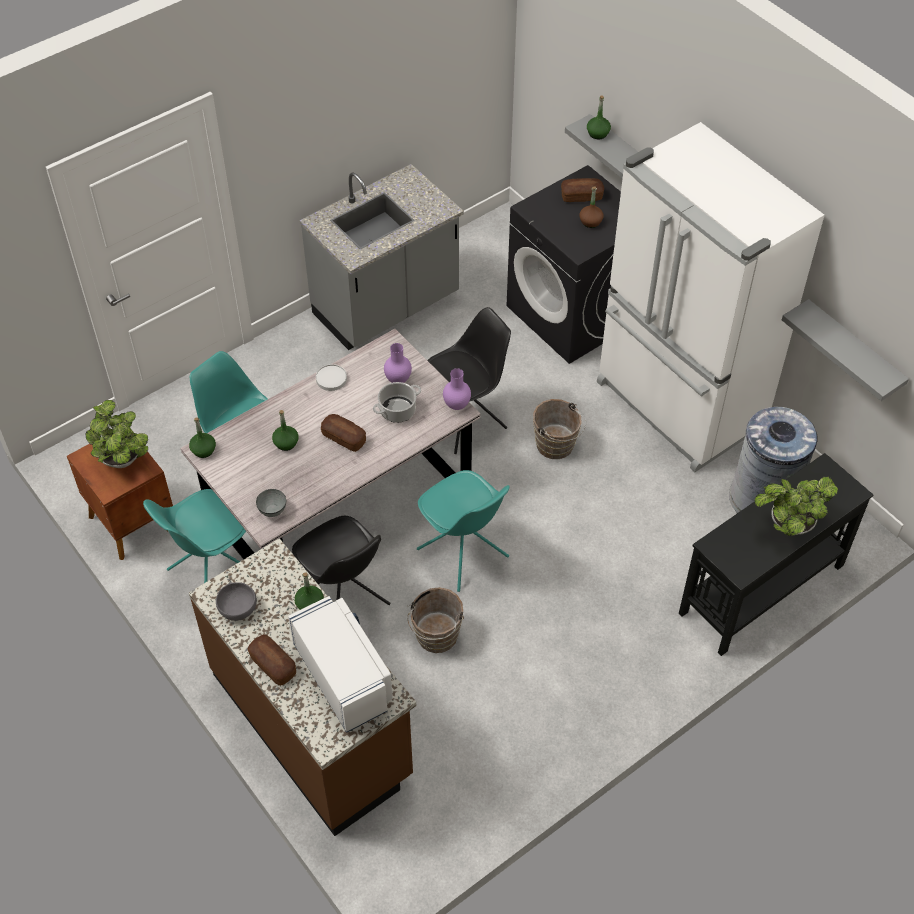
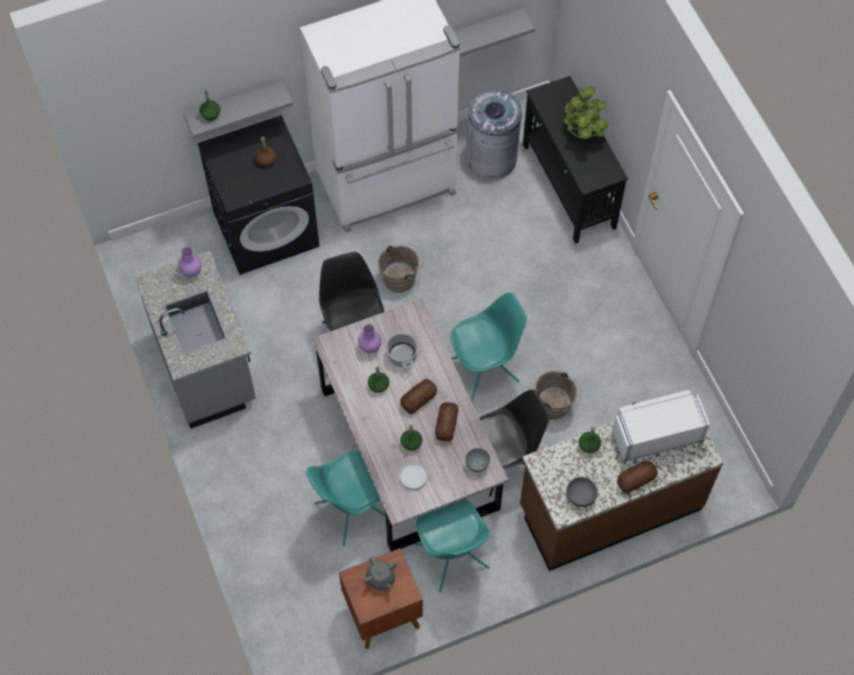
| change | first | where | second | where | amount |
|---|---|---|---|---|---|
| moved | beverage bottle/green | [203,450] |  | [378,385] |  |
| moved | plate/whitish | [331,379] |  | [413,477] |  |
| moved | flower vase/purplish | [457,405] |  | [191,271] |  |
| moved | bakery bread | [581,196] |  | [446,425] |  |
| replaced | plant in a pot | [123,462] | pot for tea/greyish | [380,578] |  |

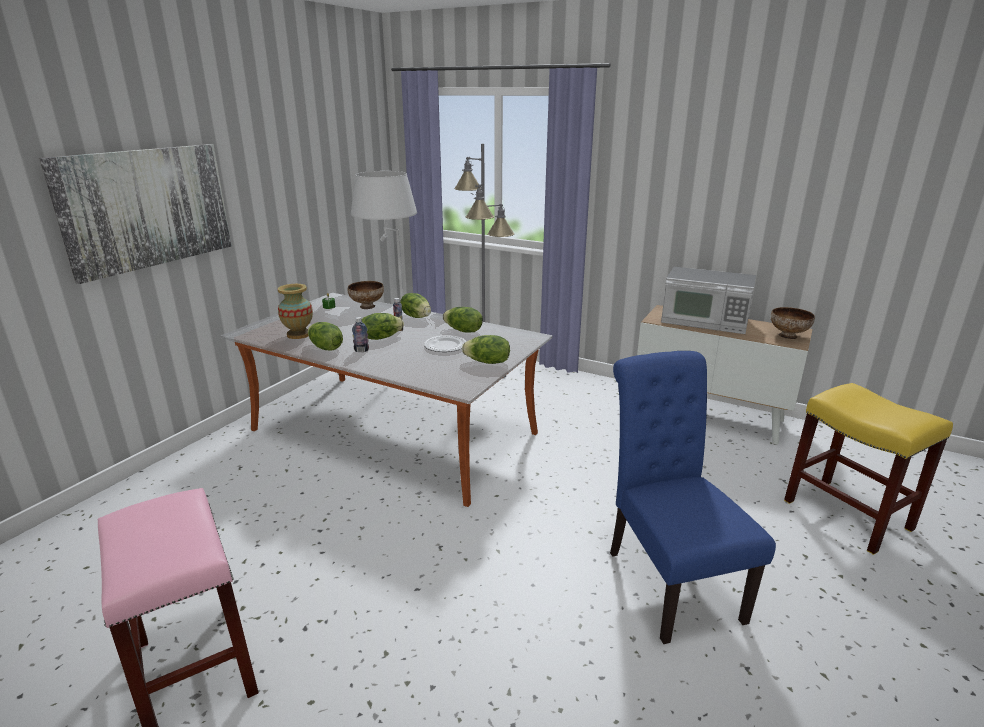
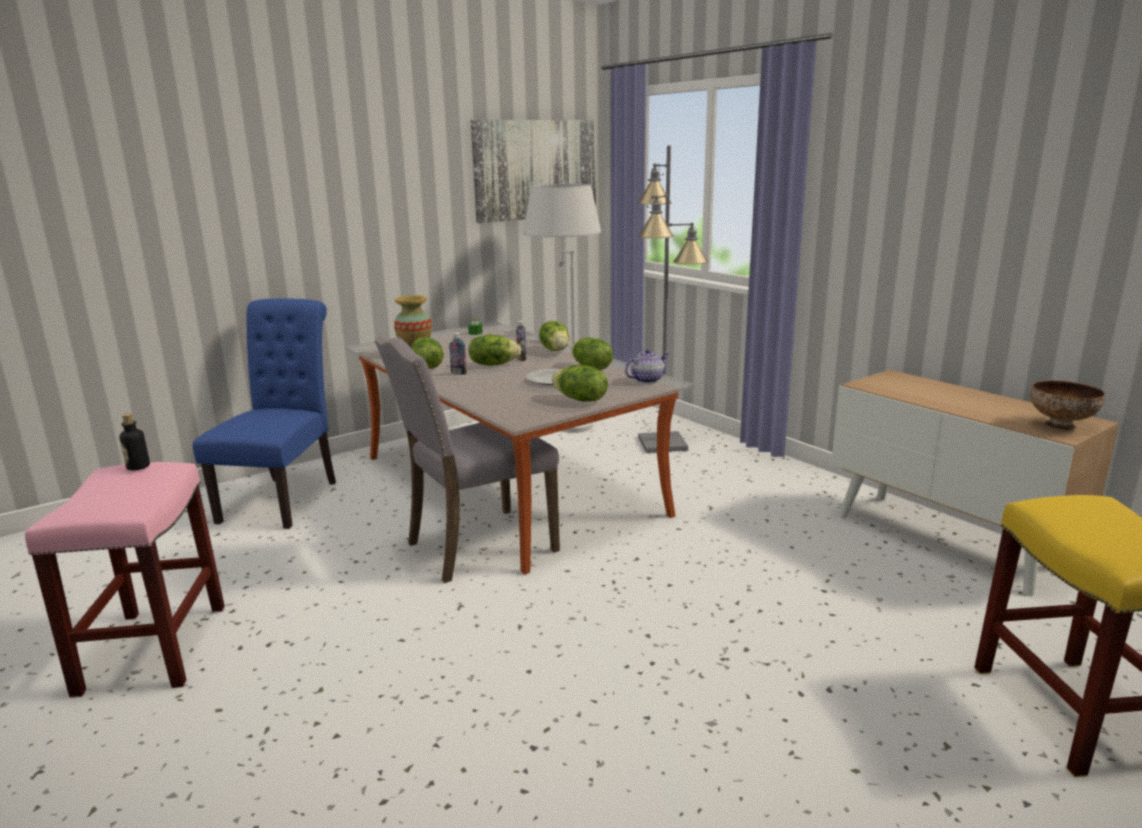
| change | first | where | second | where | amount |
|---|---|---|---|---|---|
| removed | serving bowl | [367,306] |  |  |  |
| removed | kitchen microwave | [705,321] |  |  |  |
| added |  |  | beverage bottle | [138,467] |  |
| added |  |  | chair/greyish | [477,546] |  |
| added |  |  | pot for tea | [646,380] |  |
| moved | wall art | [147,208] |  | [536,169] |  |
| moved | chair/bluish | [667,579] |  | [284,498] |  |

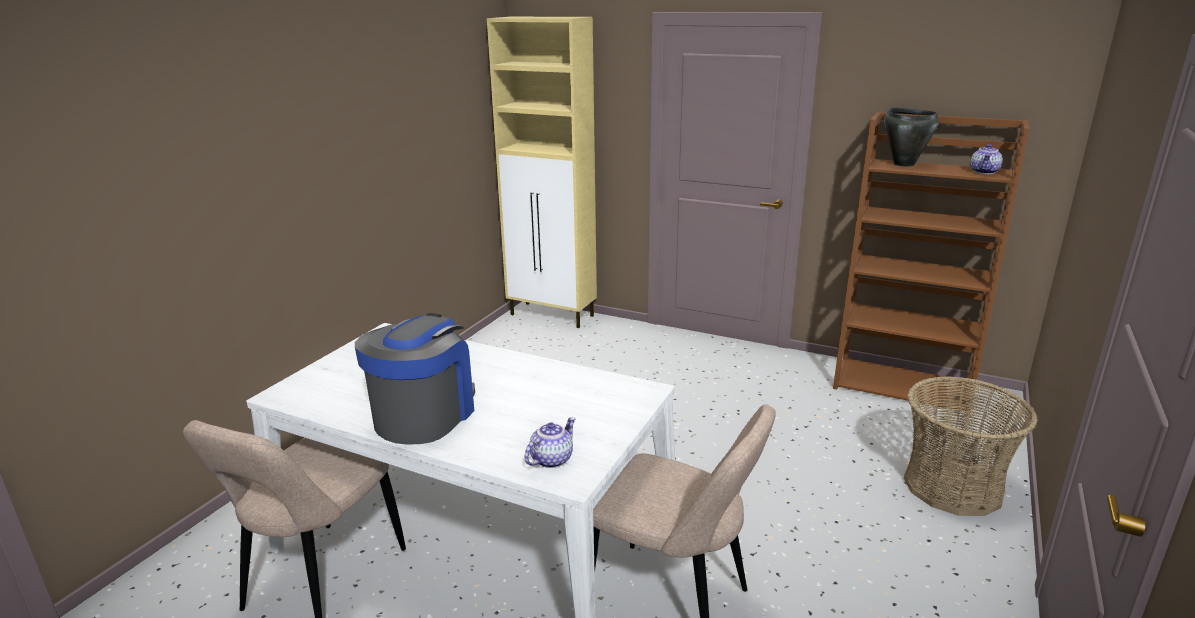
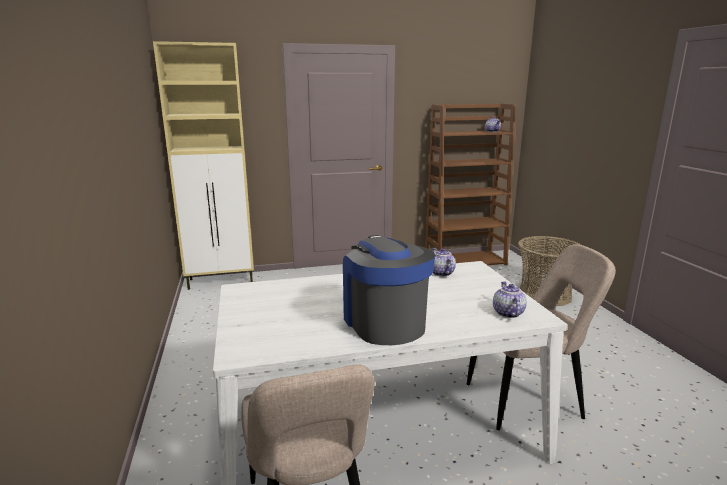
| change | first | where | second | where | amount |
|---|---|---|---|---|---|
| removed | cooking pot/blackish | [903,164] |  |  |  |
| added |  |  | pot for tea | [440,273] |  |

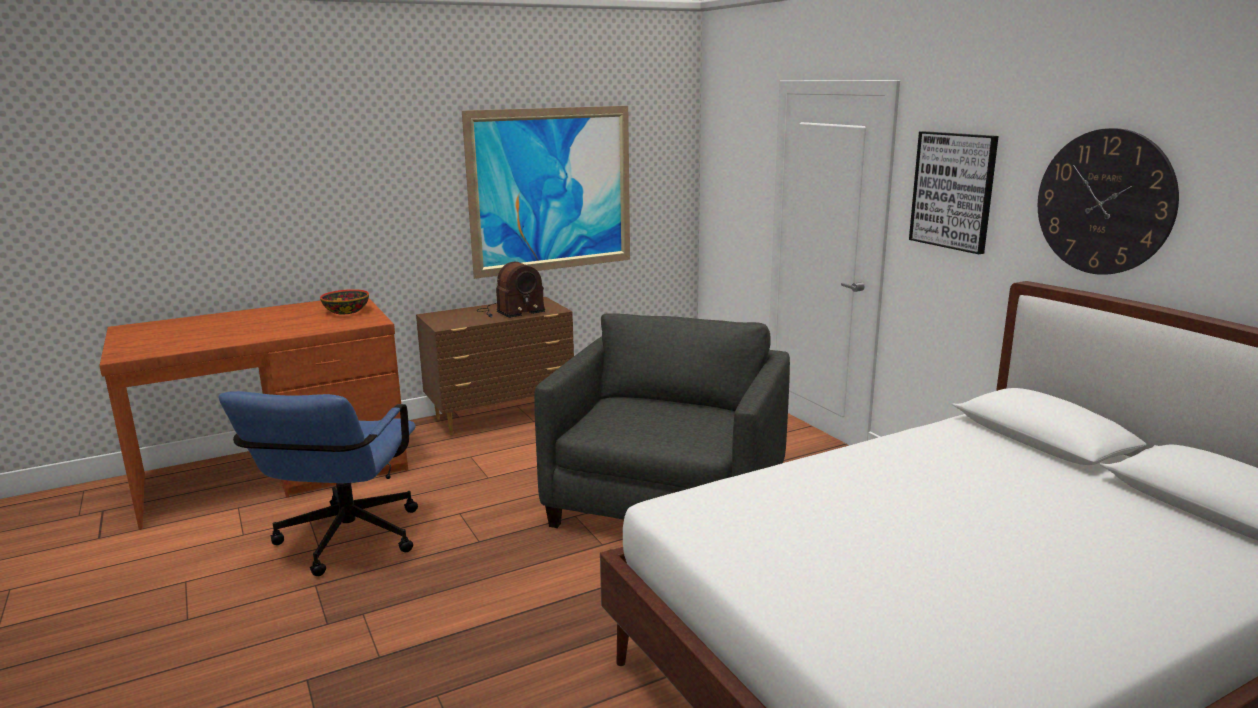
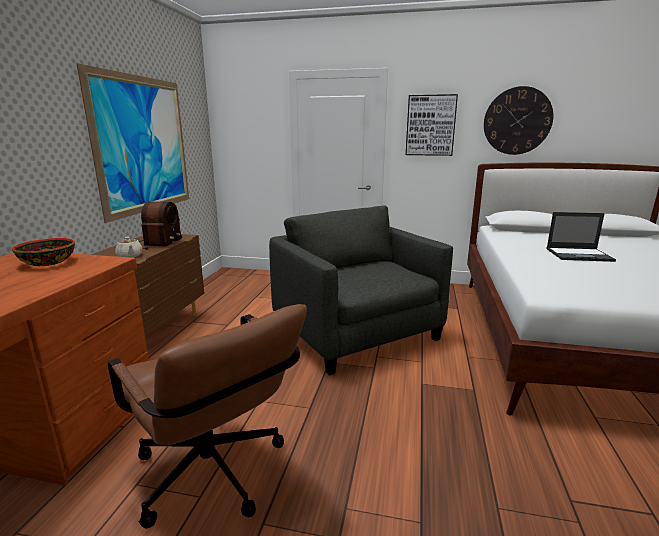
| change | first | where | second | where | amount |
|---|---|---|---|---|---|
| added |  |  | pot for tea/sand-coloured | [130,256] |  |
| added |  |  | portable computer | [579,255] |  |
| recoloured | computer chair/bluish | [343,544] | computer chair/brown | [216,478] |  |

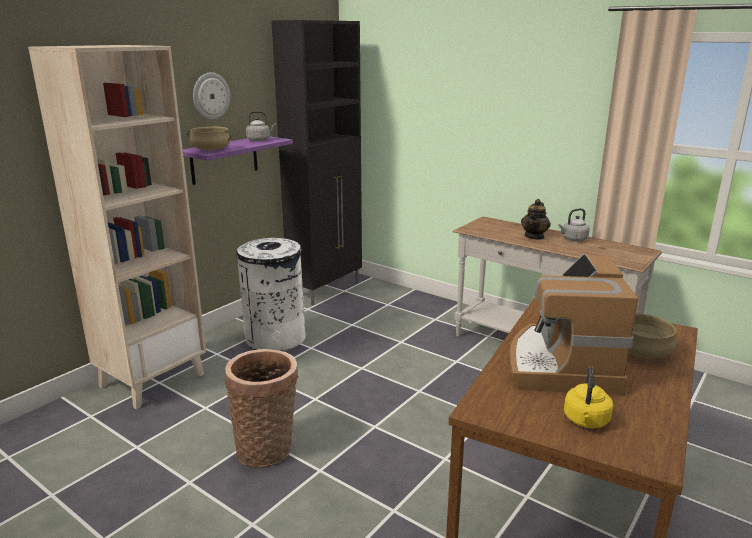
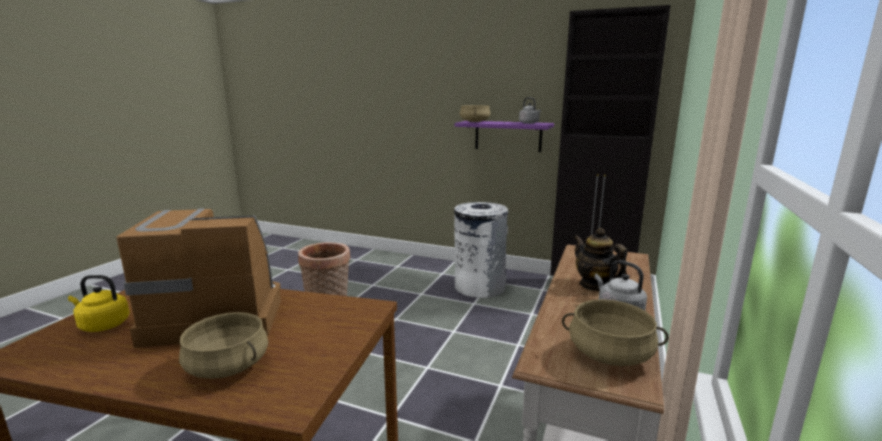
| change | first | where | second | where | amount |
|---|---|---|---|---|---|
| removed | bookshelf/sand-coloured | [152,379] |  |  |  |
| removed | hanging clock | [210,96] |  |  |  |
| added |  |  | cooking pot/sand-coloured | [609,354] |  |
| turned | pot for tea | [534,236] |  | [595,285] | 45 degrees clockwise |

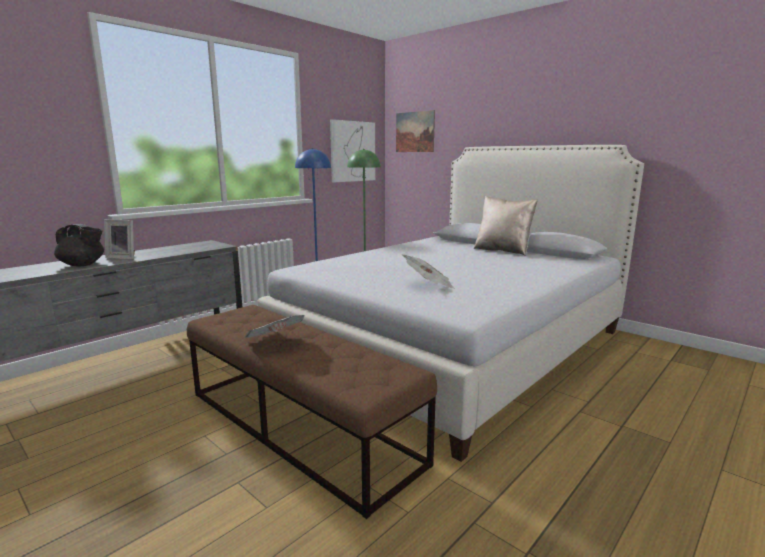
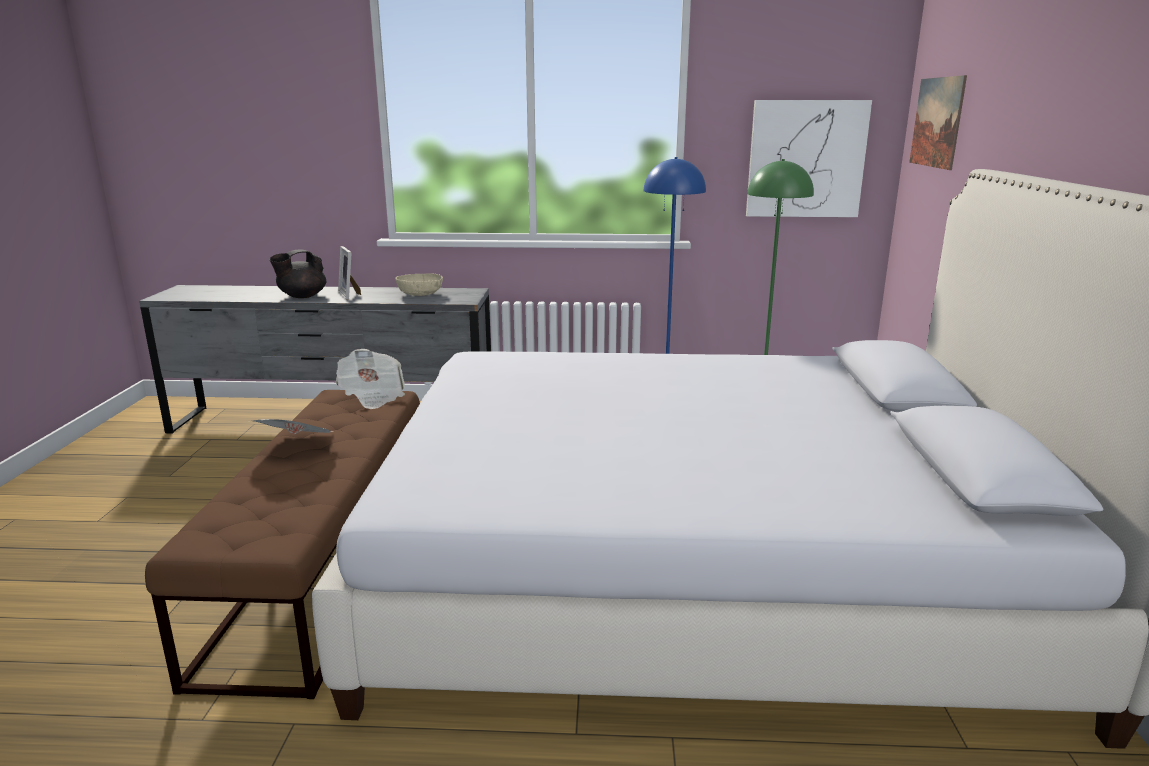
| change | first | where | second | where | amount |
|---|---|---|---|---|---|
| removed | pillow/sand-coloured | [503,250] |  |  |  |
| added |  |  | serving bowl/sand-coloured | [420,294] |  |
| moved | printed paper | [428,285] |  | [372,396] |  |
| turned | pot for tea/blackish | [83,265] |  | [302,296] | 75 degrees clockwise |

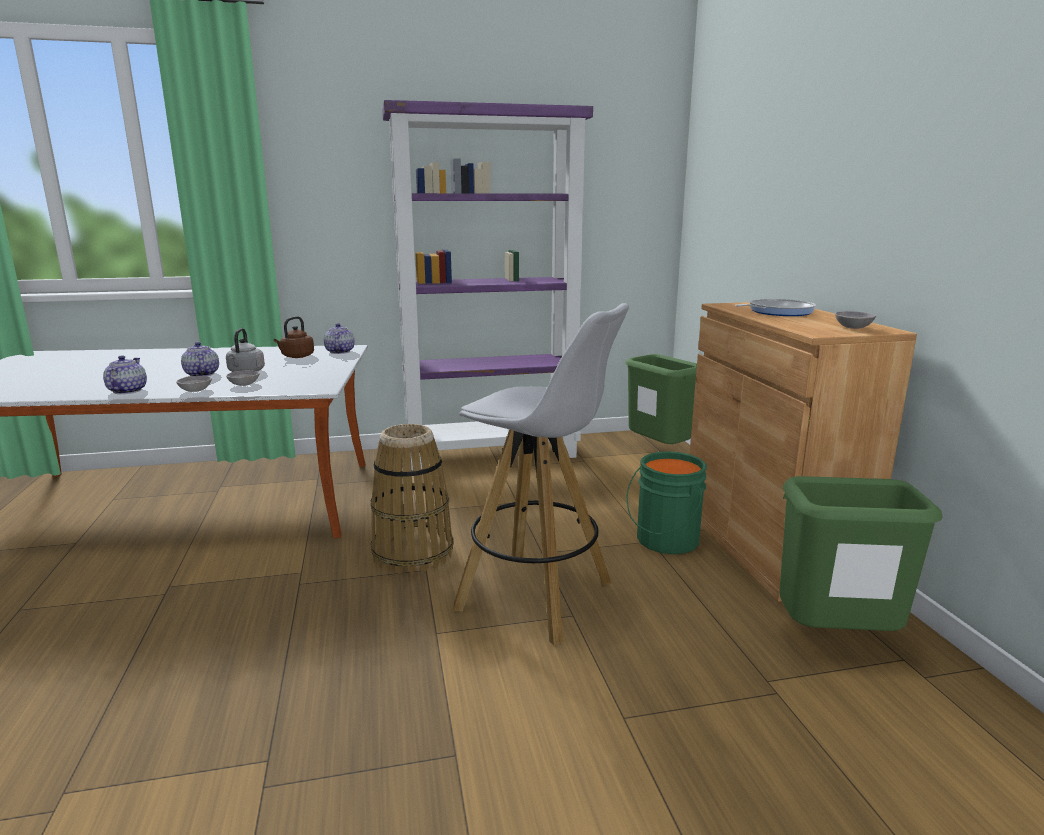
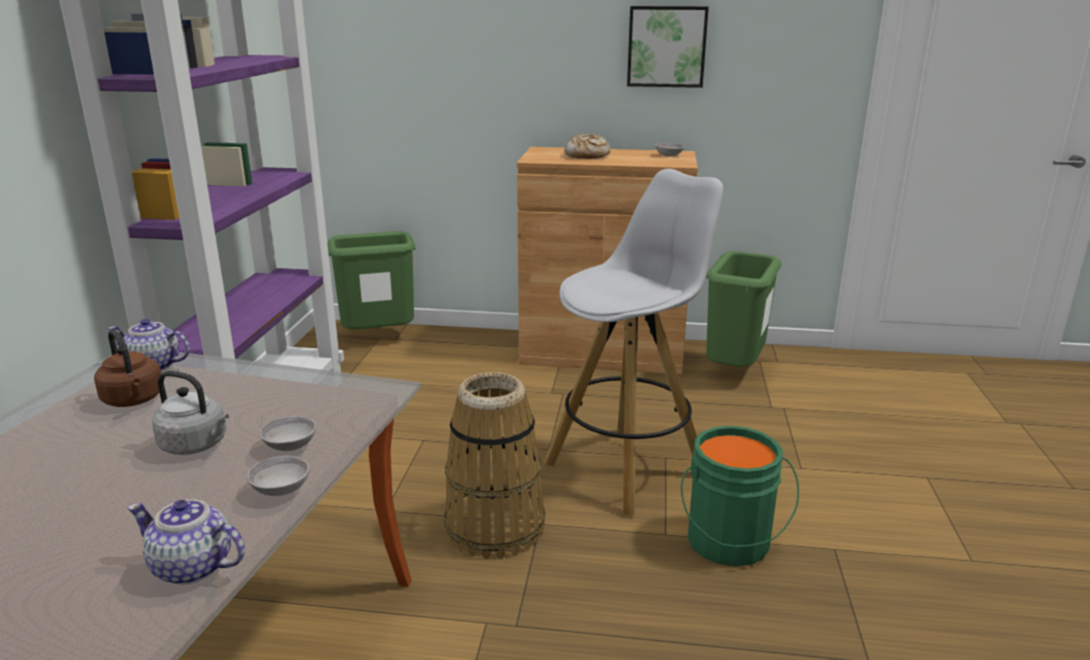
| change | first | where | second | where | amount |
|---|---|---|---|---|---|
| removed | pot for tea | [201,374] |  |  |  |
| added |  |  | wall art | [666,46] |  |
| moved | water bucket/green | [664,540] |  | [729,543] |  |
| replaced | frying pan | [777,312] | bakery bread | [587,156] |  |

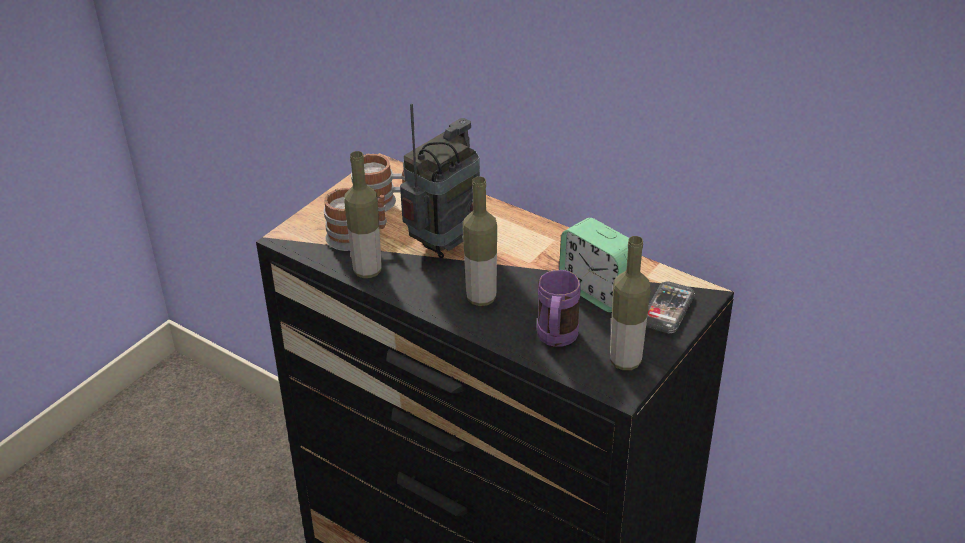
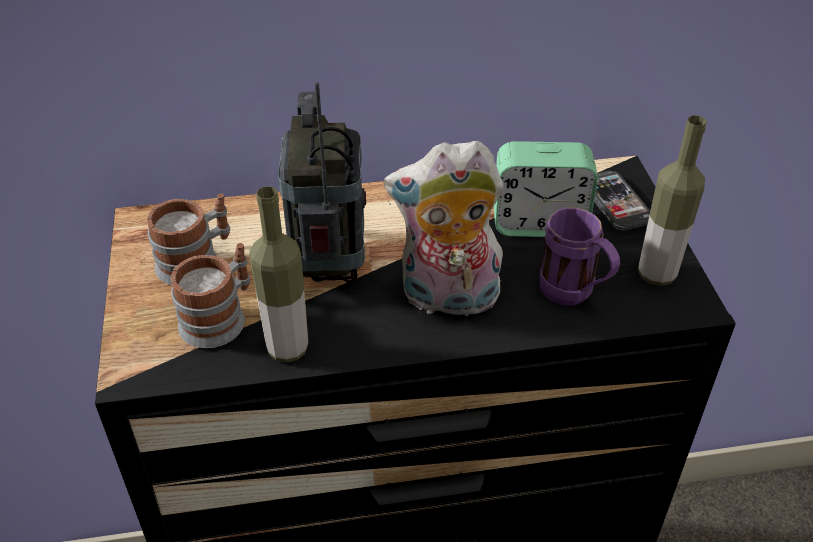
| change | first | where | second | where | amount |
|---|---|---|---|---|---|
| replaced | beverage bottle | [481,298] | cuddly toy | [447,299] |  |

